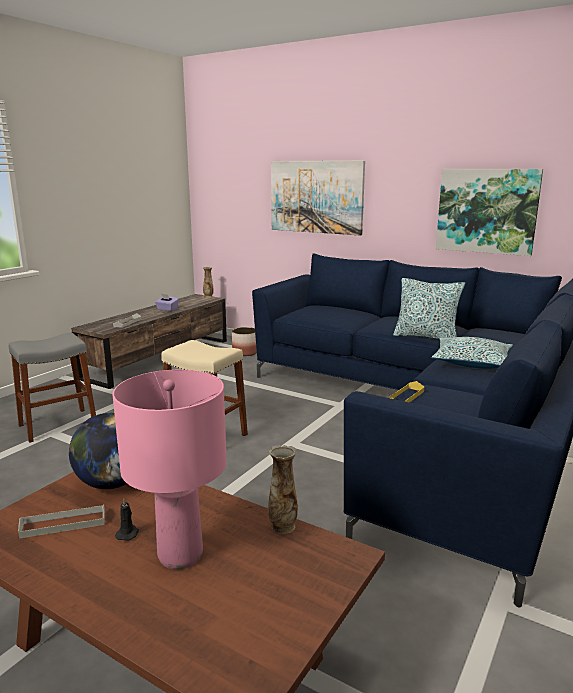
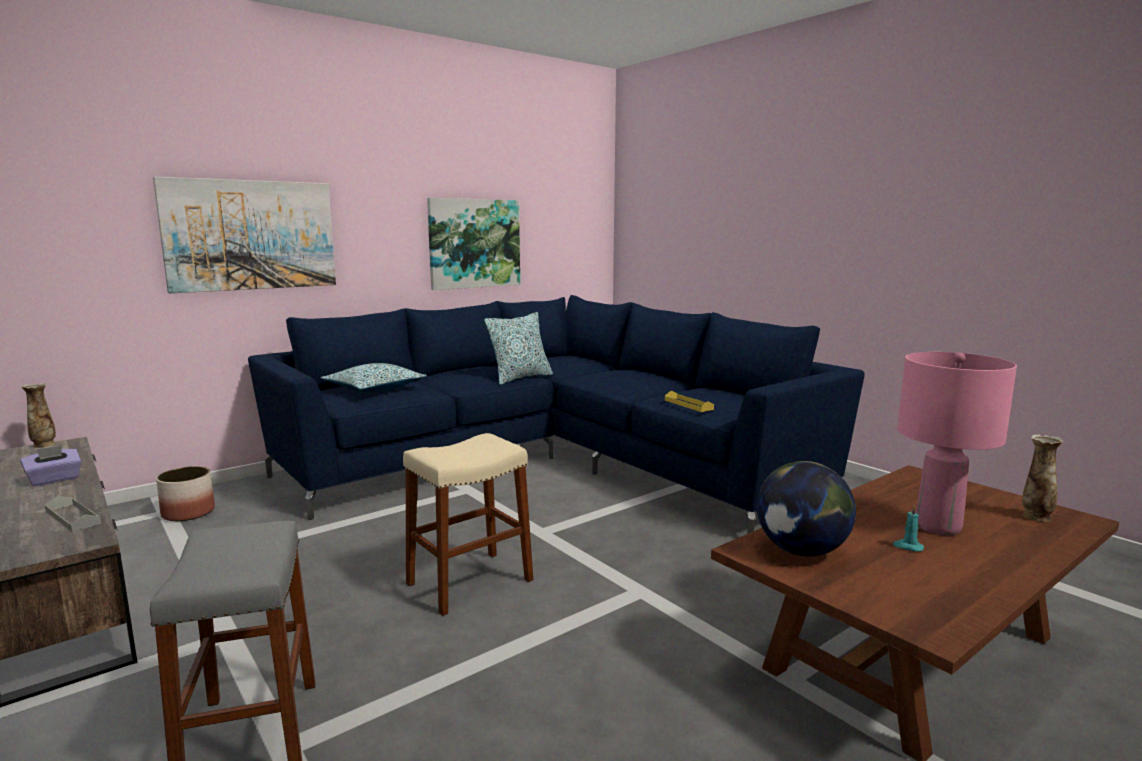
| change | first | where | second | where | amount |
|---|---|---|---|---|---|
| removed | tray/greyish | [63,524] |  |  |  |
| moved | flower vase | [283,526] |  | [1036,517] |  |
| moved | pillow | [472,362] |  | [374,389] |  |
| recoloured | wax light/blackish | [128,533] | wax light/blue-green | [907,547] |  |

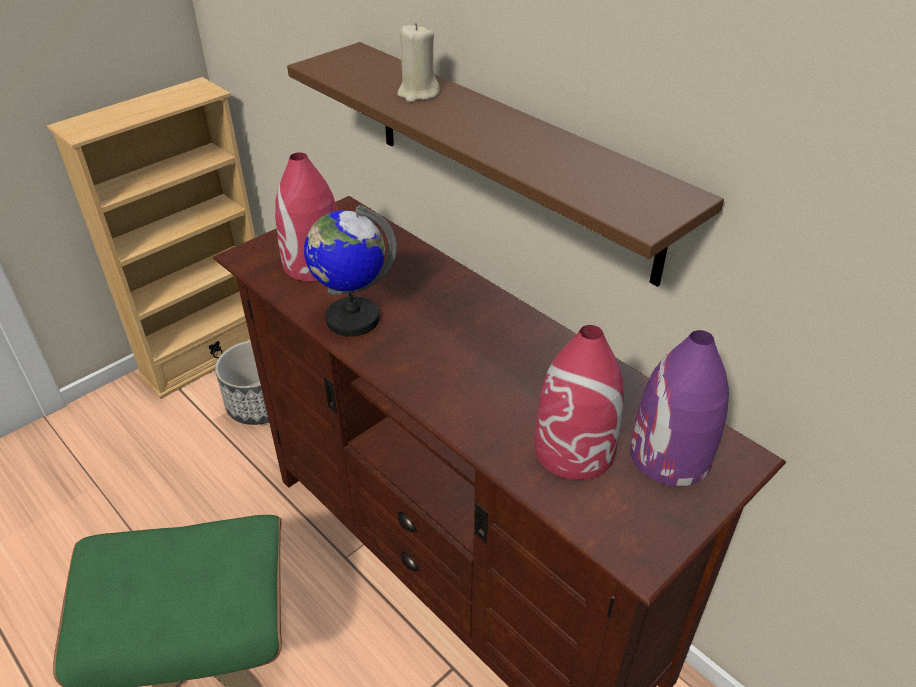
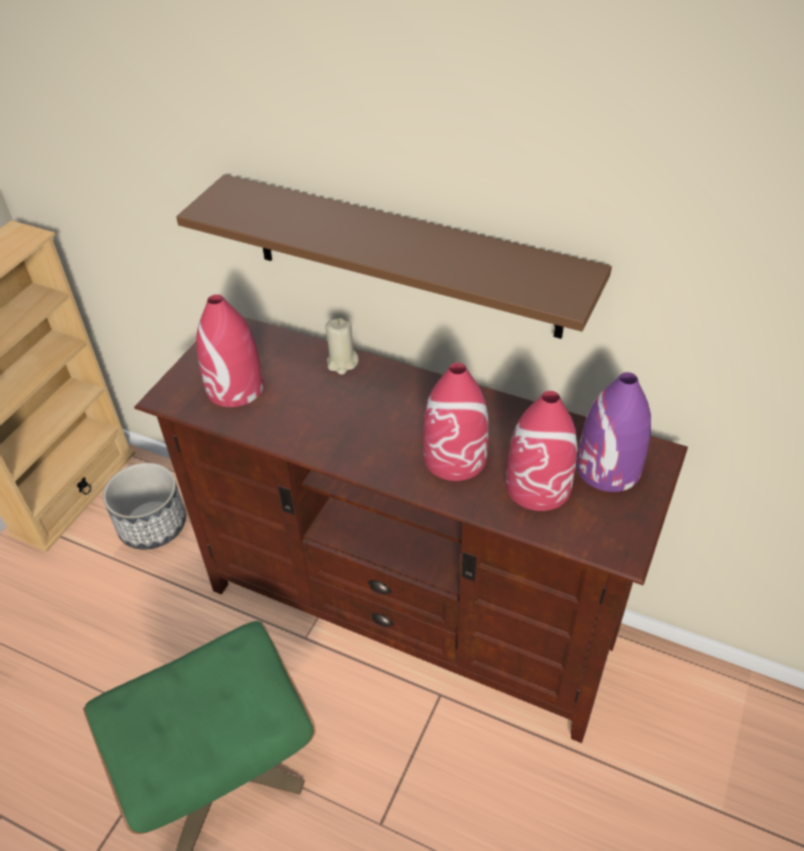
| change | first | where | second | where | amount |
|---|---|---|---|---|---|
| removed | desk globe | [352,319] |  |  |  |
| added |  |  | flower vase/red | [455,457] |  |
| moved | wax light/sand-coloured | [418,93] |  | [342,363] |  |

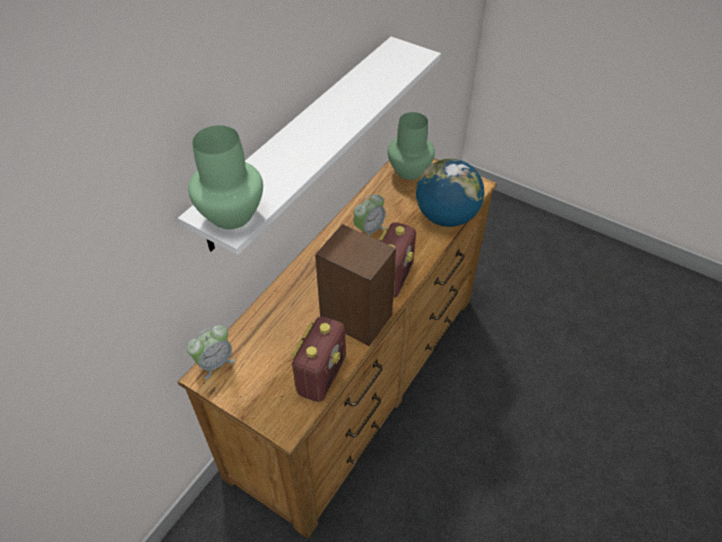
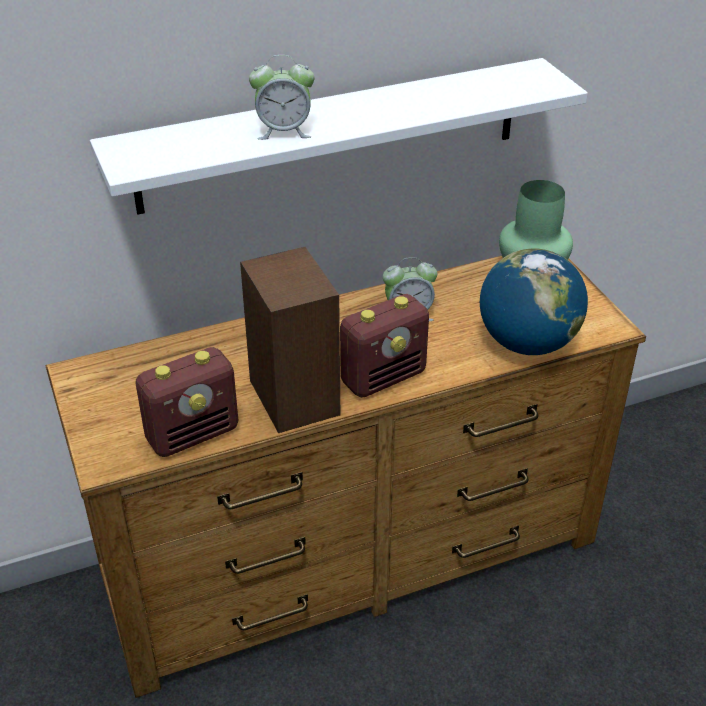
| change | first | where | second | where | amount |
|---|---|---|---|---|---|
| removed | flower vase/green | [231,214] |  |  |  |
| moved | table clock | [215,363] |  | [284,131] |  |

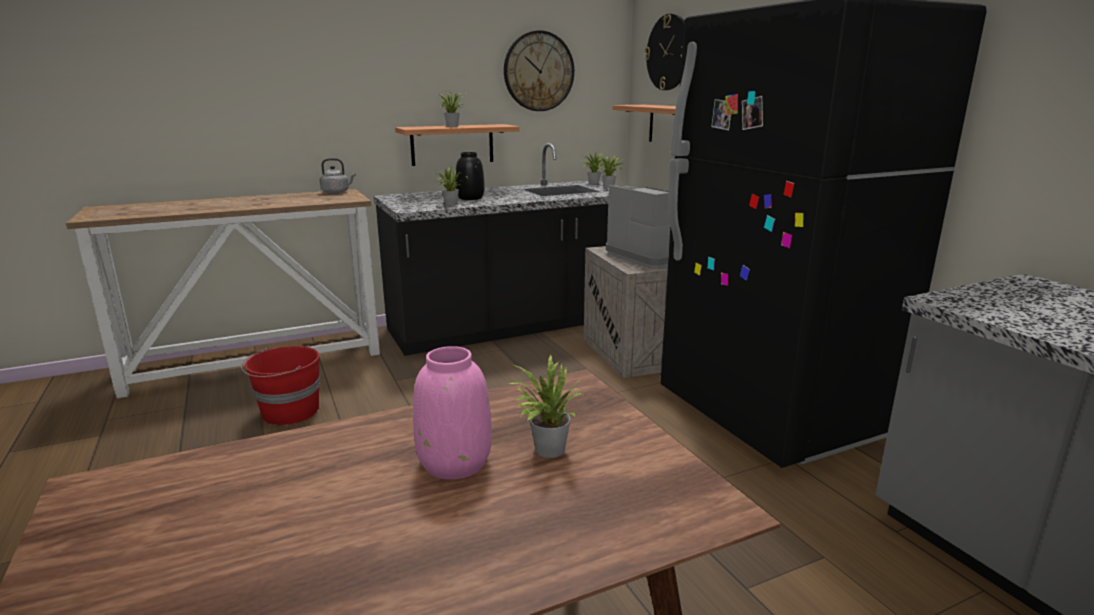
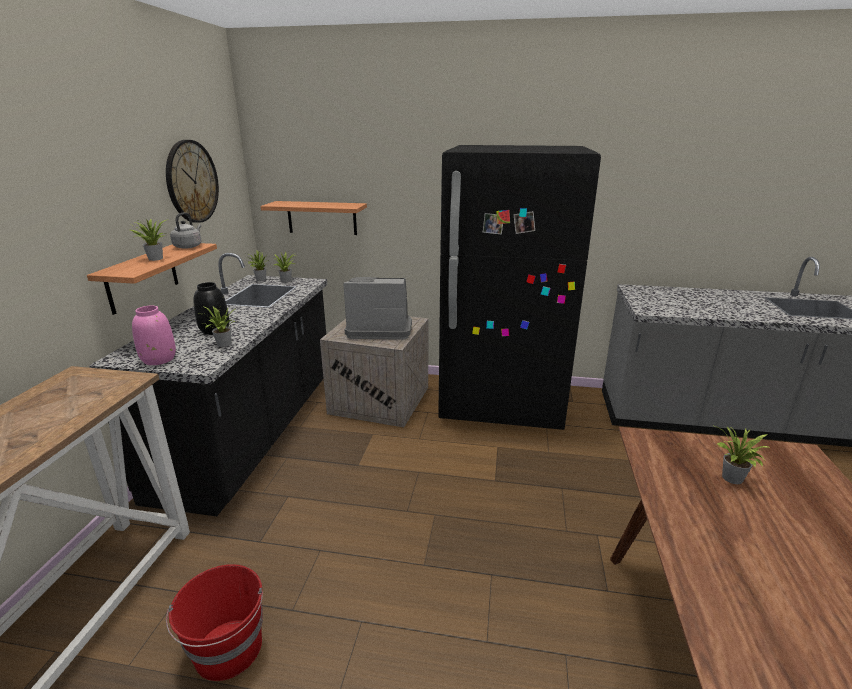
| change | first | where | second | where | amount |
|---|---|---|---|---|---|
| removed | hanging clock | [669,52] |  |  |  |
| moved | kettle/greyish | [337,192] |  | [189,246] |  |
| moved | flower vase/pinkish | [455,462] |  | [159,359] |  |

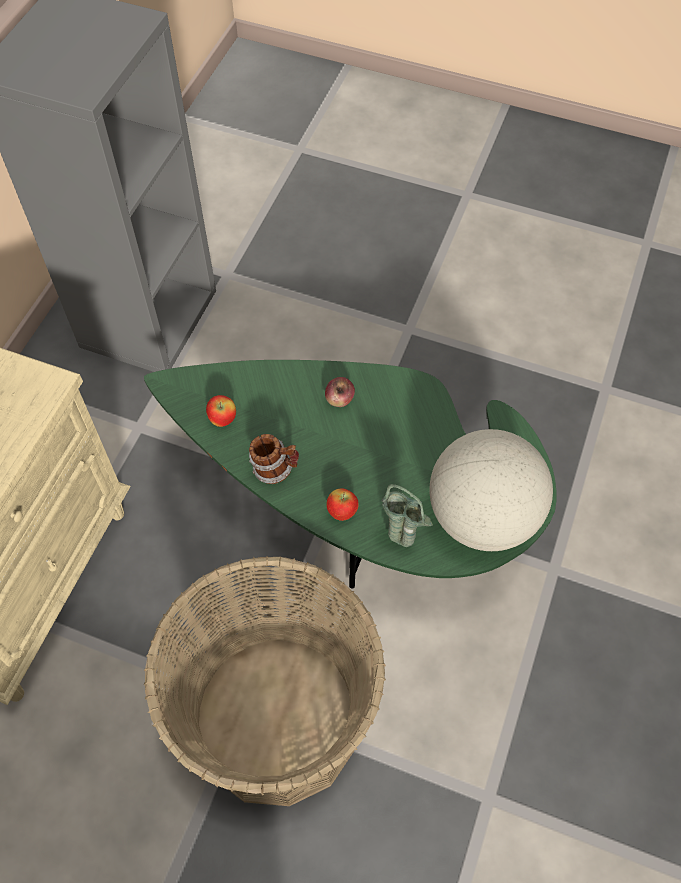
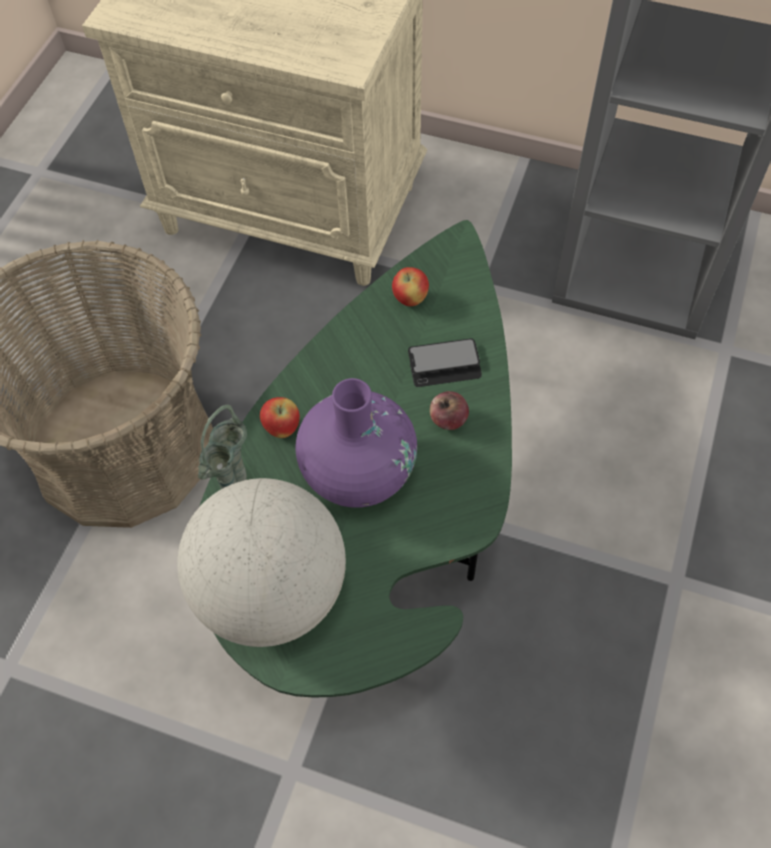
| change | first | where | second | where | amount |
|---|---|---|---|---|---|
| removed | tea mug | [275,469] |  |  |  |
| added |  |  | flower vase/purplish | [358,472] |  |
| added |  |  | handset | [444,364] |  |

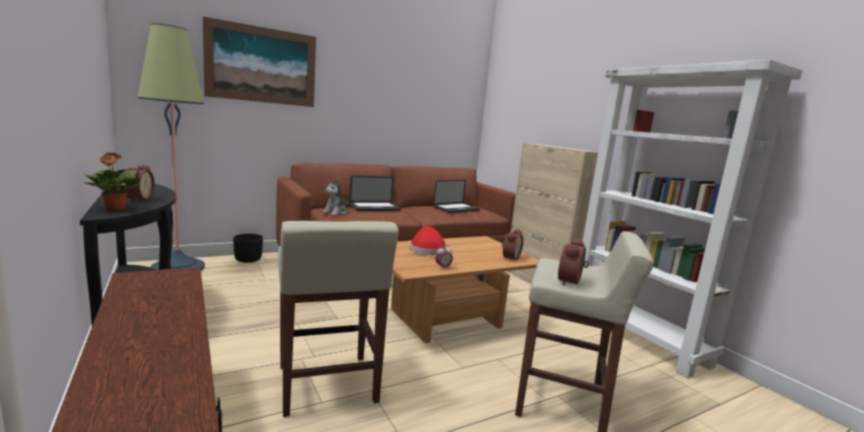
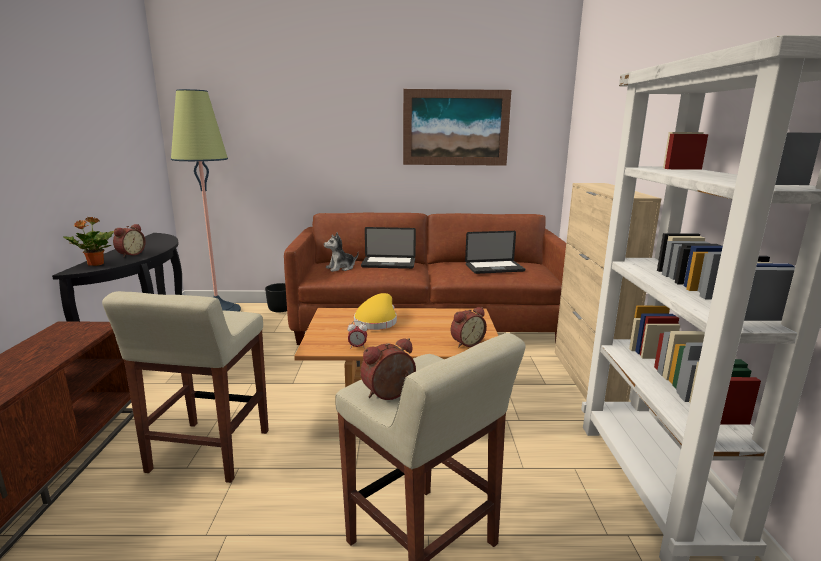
| change | first | where | second | where | amount |
|---|---|---|---|---|---|
| moved | wall art | [262,65] |  | [455,128] |  |
| recoloured | clothing hat/red | [427,249] | clothing hat/yellow | [377,321] |  |

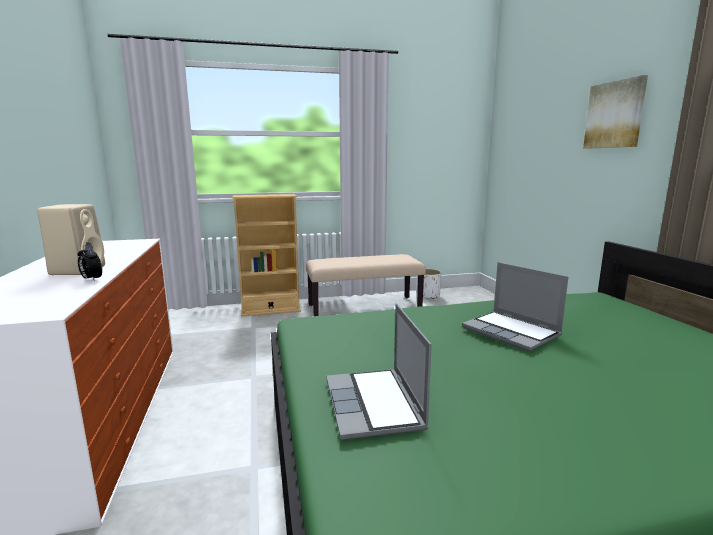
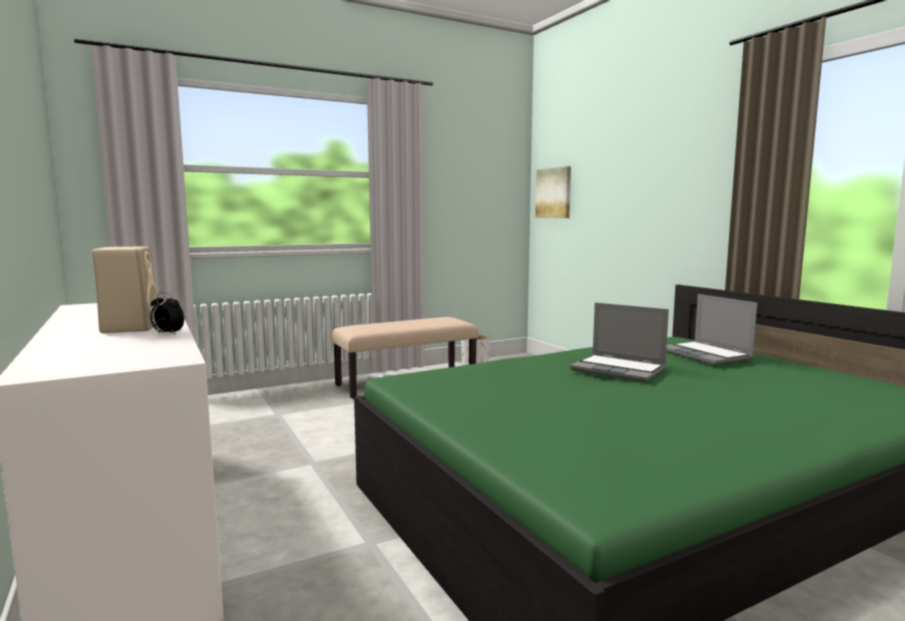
| change | first | where | second | where | amount |
|---|---|---|---|---|---|
| removed | bookshelf/sand-coloured | [271,310] |  |  |  |
| moved | portable computer | [375,405] |  | [706,355] |  |
| moved | wall art | [615,115] |  | [554,193] |  |

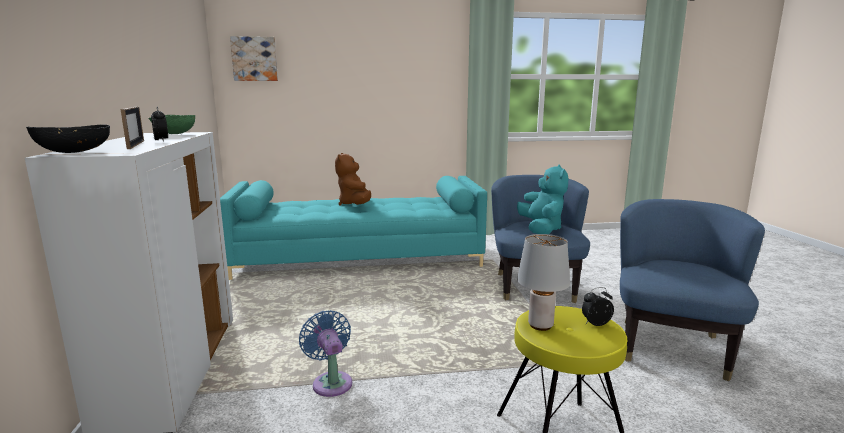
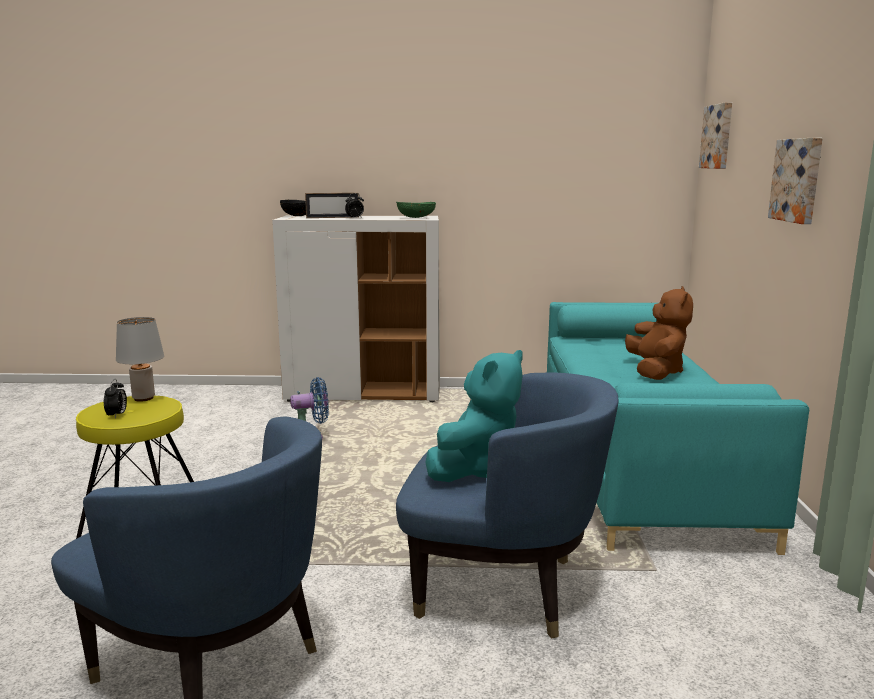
| change | first | where | second | where | amount |
|---|---|---|---|---|---|
| added |  |  | wall art | [798,180] |  |
| turned | cuddly toy/brown | [355,205] |  | [655,372] | 90 degrees clockwise |
| turned | cuddly toy/blue-green | [541,229] |  | [477,469] | 60 degrees counterclockwise |

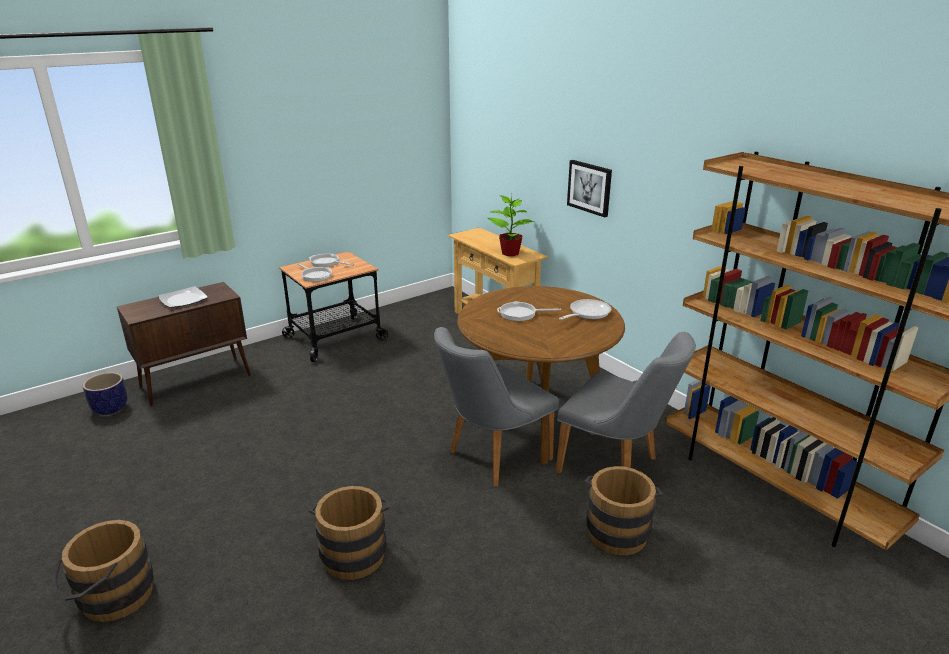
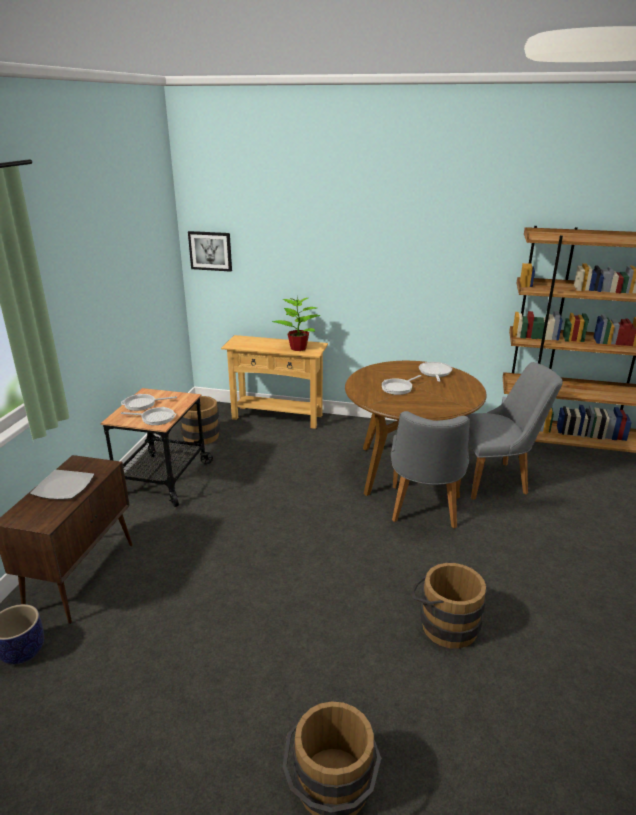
| change | first | where | second | where | amount |
|---|---|---|---|---|---|
| moved | wall art | [590,187] |  | [210,251] |  |
| moved | water bucket/brown | [617,529] |  | [199,434] |  |

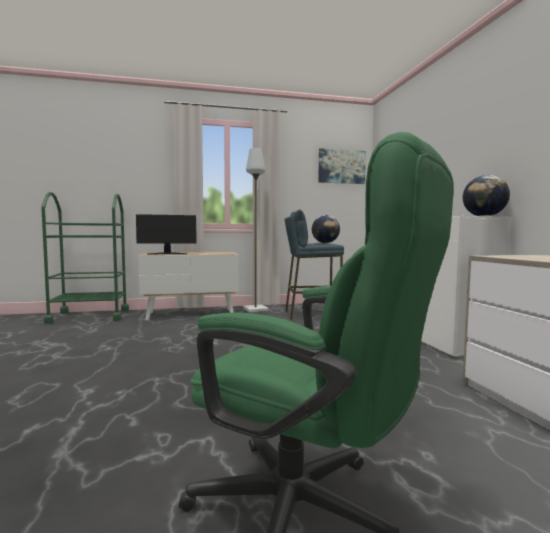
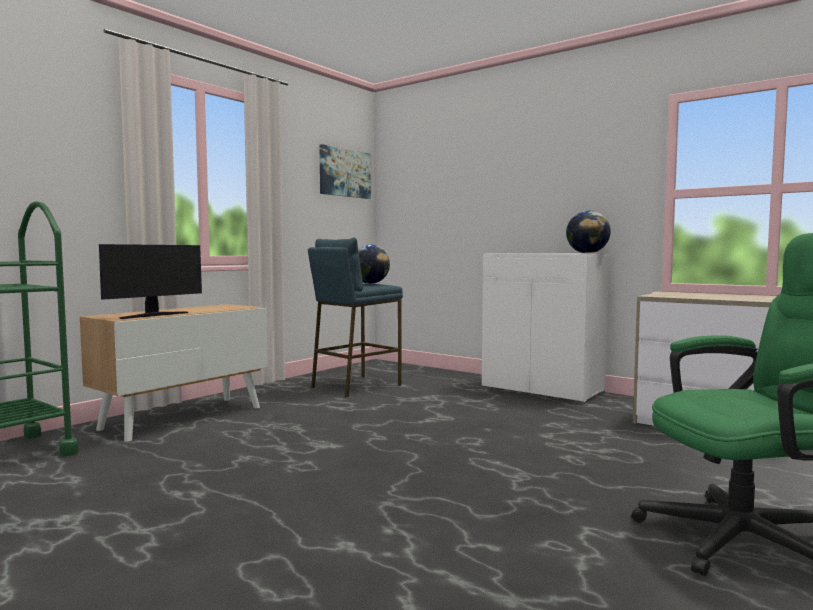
| change | first | where | second | where | amount |
|---|---|---|---|---|---|
| removed | standard lamp/greyish | [255,309] |  |  |  |

